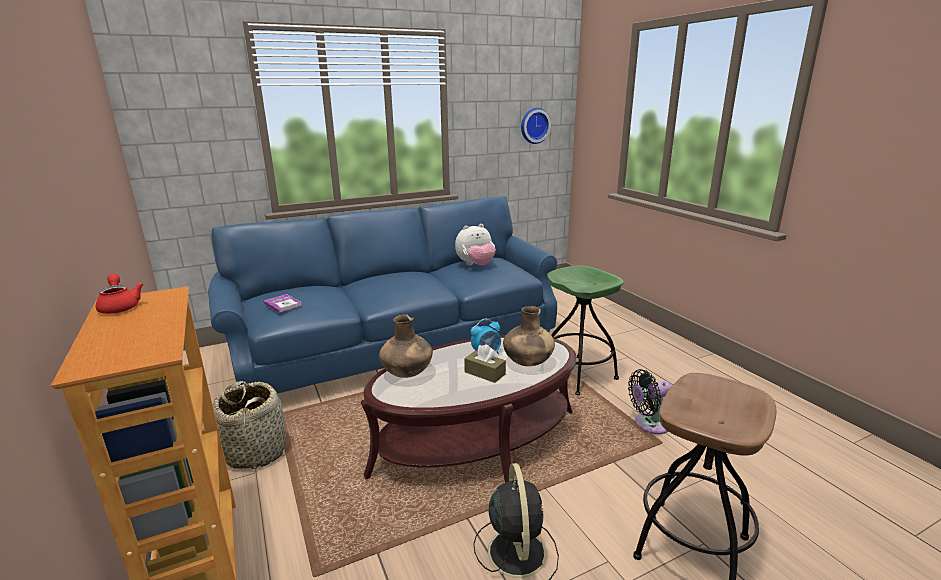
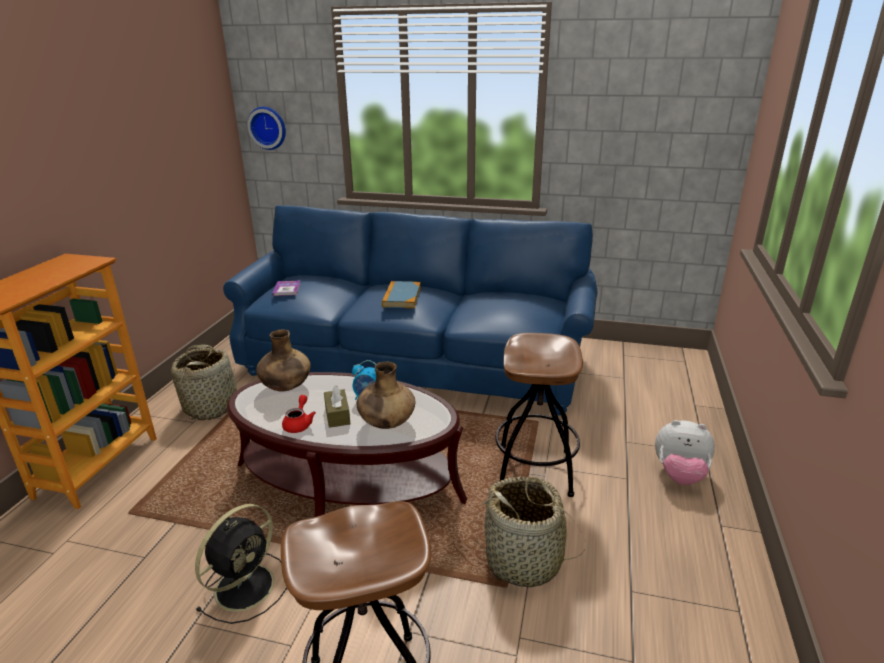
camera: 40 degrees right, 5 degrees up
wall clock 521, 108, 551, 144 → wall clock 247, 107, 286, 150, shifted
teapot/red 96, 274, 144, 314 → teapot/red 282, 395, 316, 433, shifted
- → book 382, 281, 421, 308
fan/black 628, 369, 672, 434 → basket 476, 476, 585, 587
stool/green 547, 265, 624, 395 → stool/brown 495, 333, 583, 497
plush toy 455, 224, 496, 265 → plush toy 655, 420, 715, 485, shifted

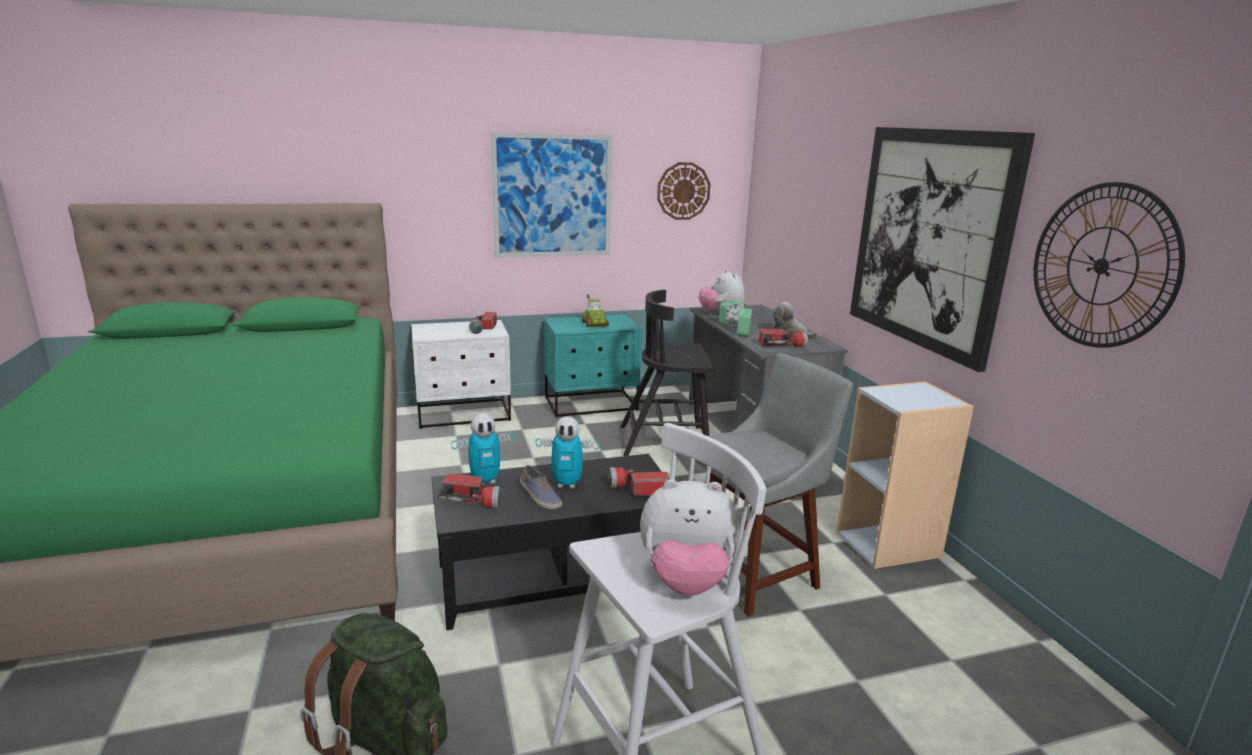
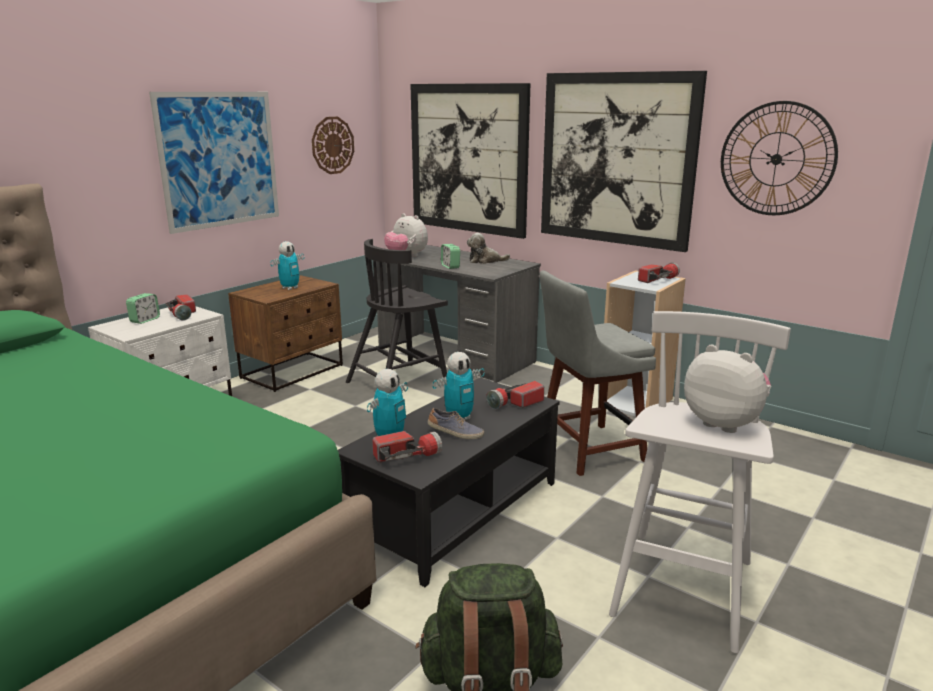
camera: 35 degrees left, 0 degrees up
alarm clock 719, 301, 746, 327 → alarm clock 126, 293, 160, 324, shifted
nightstand/turquoise 544, 314, 642, 418 → nightstand/brown 228, 275, 343, 392
toy car 582, 294, 609, 327 → toy robot 271, 241, 304, 290
- → picture 410, 83, 531, 239
chair/grey 695, 353, 853, 617 → chair/grey 539, 270, 656, 476, 135 degrees counterclockwise
flashlight 759, 329, 808, 347 → flashlight 638, 263, 680, 283, shifted
plush toy 640, 479, 739, 596 → plush toy 684, 344, 771, 433, 105 degrees counterclockwise

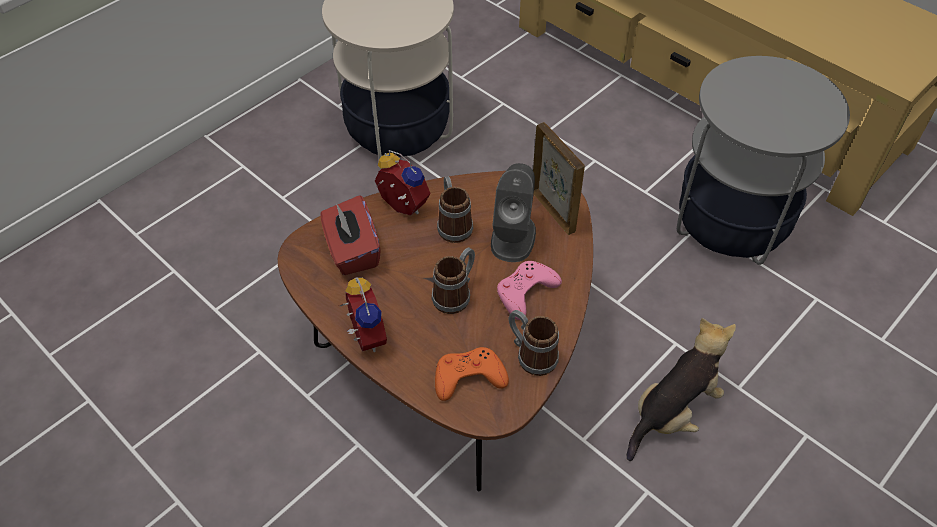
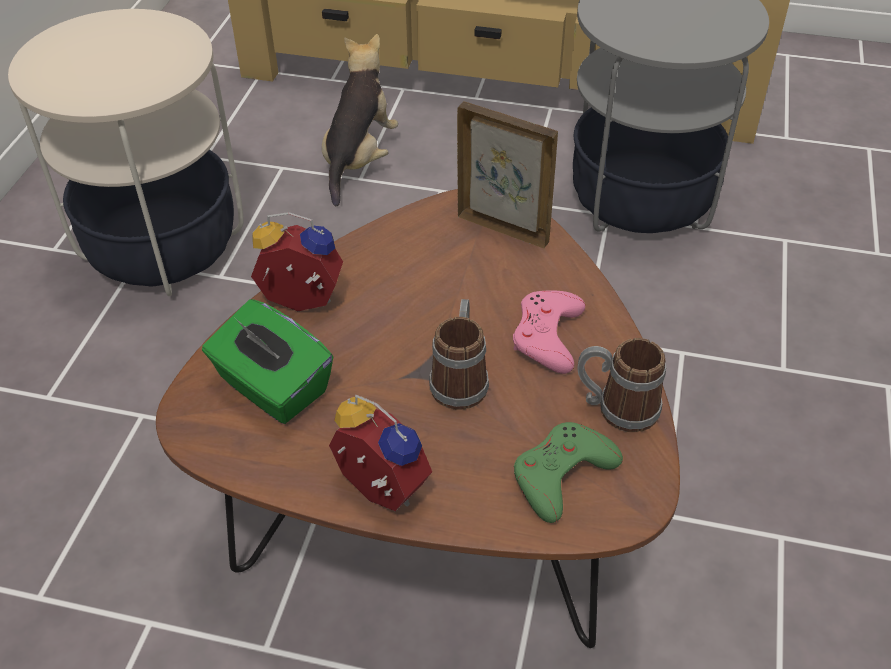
camera: 30 degrees left, 5 degrees down
tissue box/red 320, 195, 381, 275 → tissue box/green 202, 299, 333, 424
plush toy 627, 318, 736, 461 → plush toy 322, 34, 398, 206, shifted
game controller/orange 435, 347, 509, 401 → game controller/green 514, 422, 623, 523
mug 437, 176, 473, 243 → -
speaker/grey 491, 163, 536, 262 → -

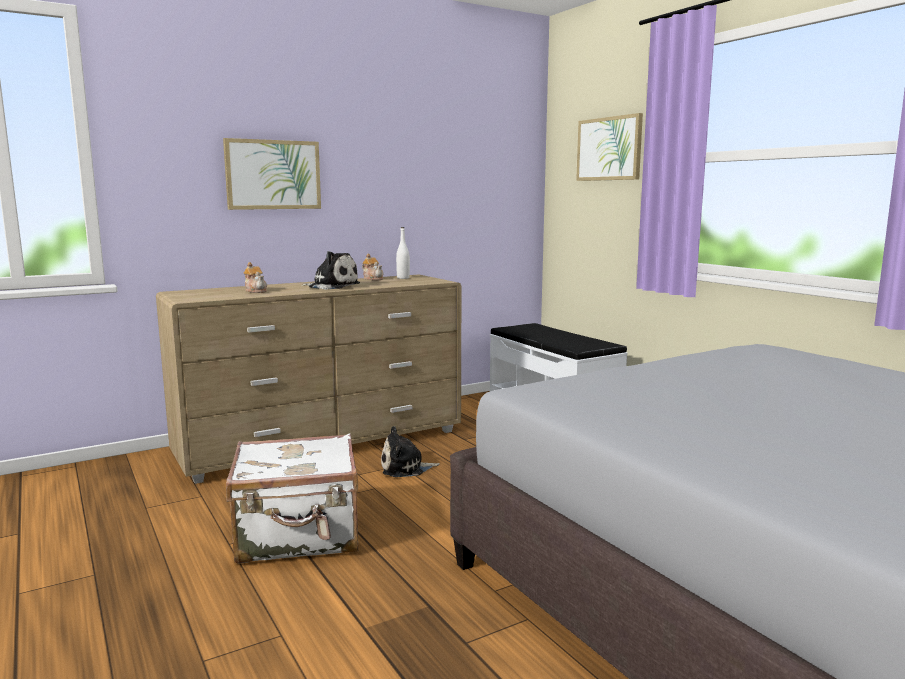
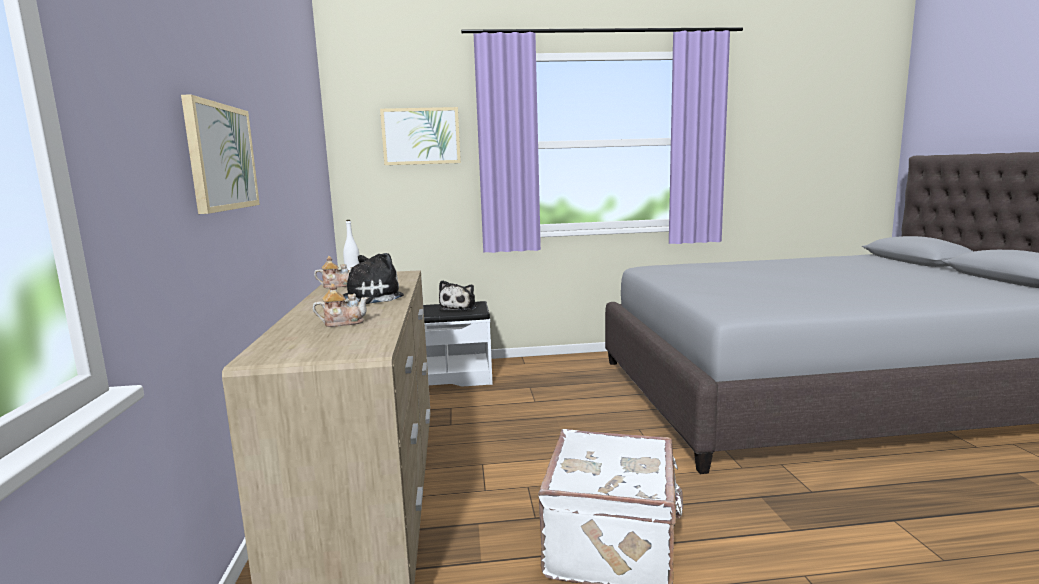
camera: 65 degrees left, 0 degrees up
plush toy 381, 426, 440, 477 → plush toy 439, 280, 477, 311, shifted

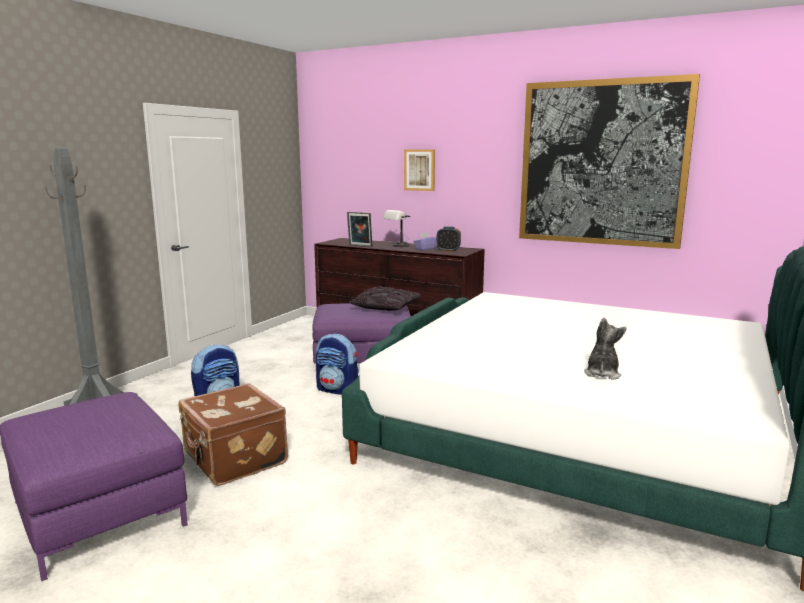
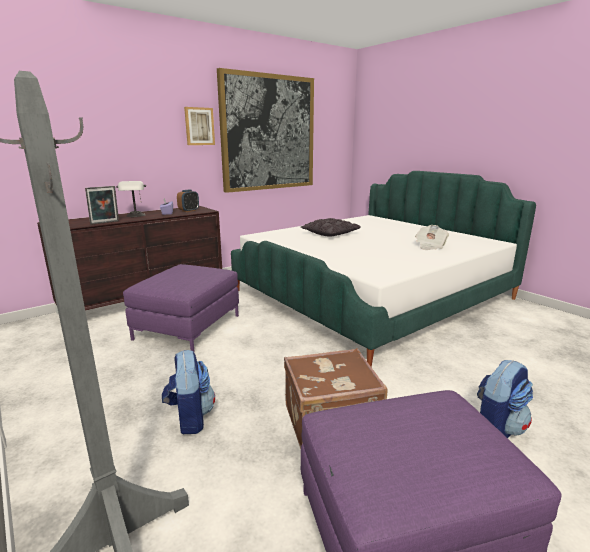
camera: 65 degrees left, 5 degrees up
picture 404, 149, 435, 191 → picture 184, 107, 215, 145, shifted
pillow/black 349, 286, 421, 311 → pillow/black 301, 218, 361, 237, shifted
plush toy 584, 317, 627, 380 → newspaper 415, 225, 449, 250
backpack 316, 334, 359, 395 → backpack 477, 360, 533, 438, shifted

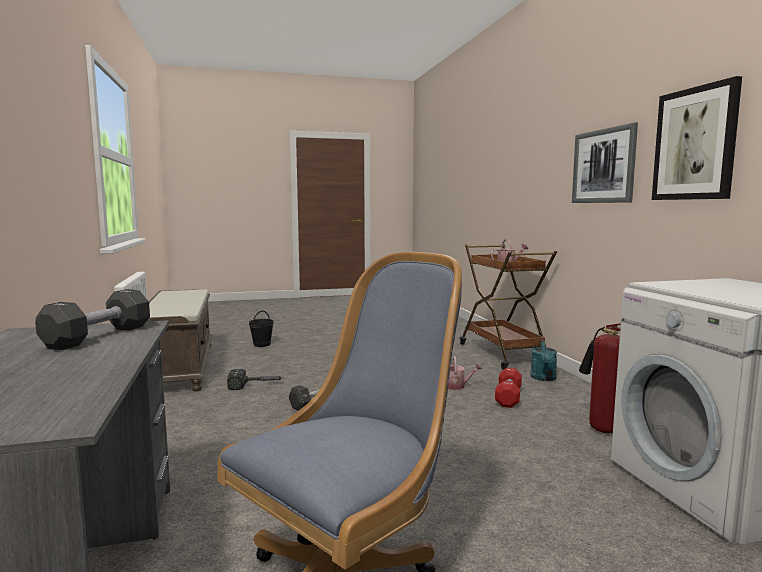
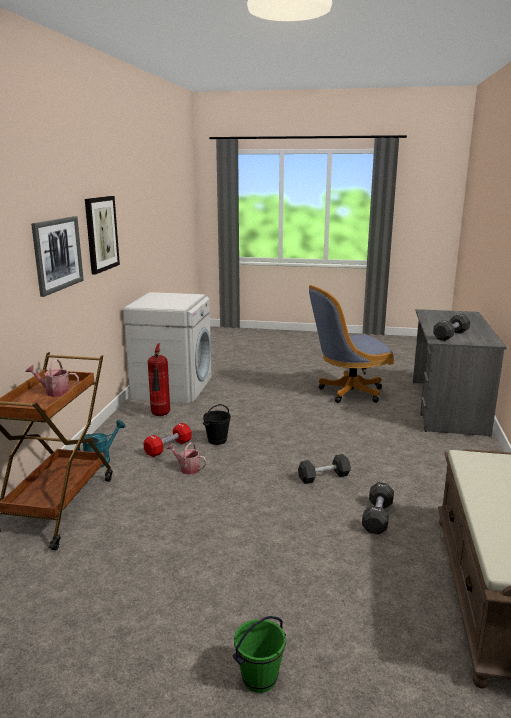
camera: 155 degrees left, 10 degrees up
bucket/black 249, 311, 274, 347 → bucket/black 203, 404, 231, 445, shifted
- → bucket/green 233, 616, 286, 693
hammer 227, 369, 284, 390 → dumbbell/black 362, 482, 394, 534

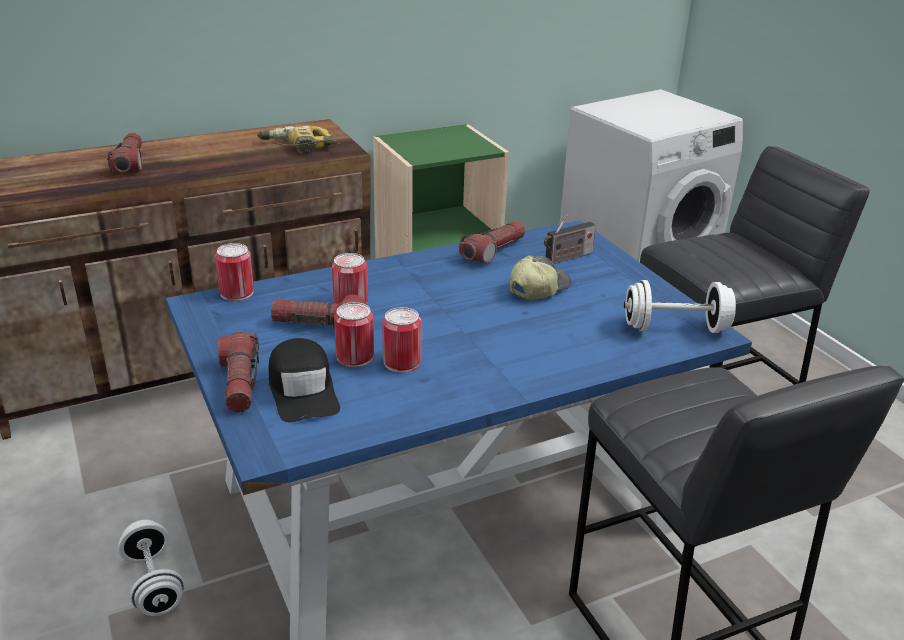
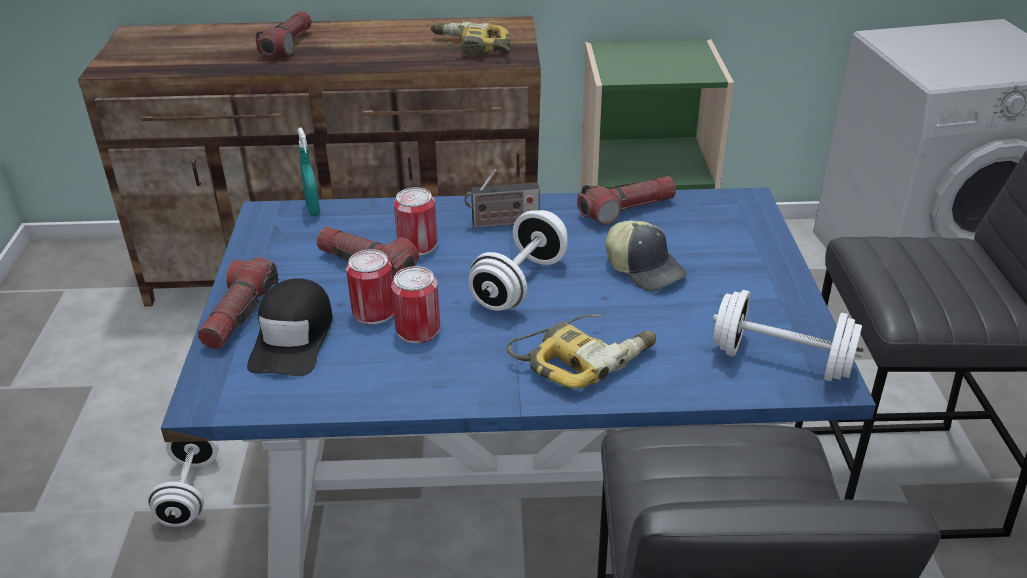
camera: 25 degrees right, 5 degrees up
can 215, 243, 254, 301 → spray bottle/turquoise 298, 127, 320, 216
radio 544, 214, 596, 264 → radio 464, 169, 540, 228, shifted
- → dumbbell/white 468, 210, 568, 311
- → power drill 507, 315, 656, 389
cap 510, 255, 571, 300 → cap 605, 221, 687, 292, 75 degrees clockwise

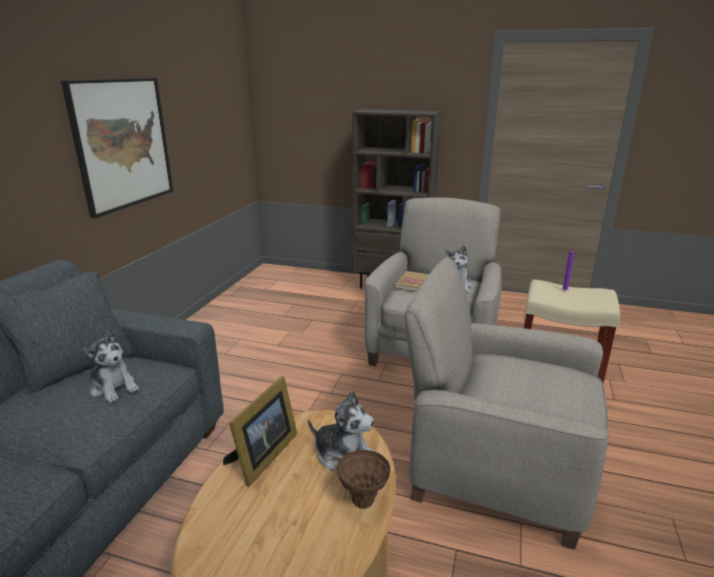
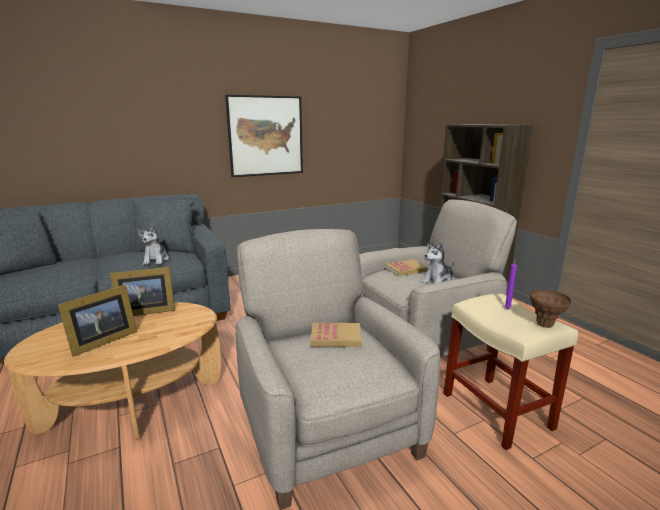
camera: 45 degrees right, 5 degrees down
- → picture frame 58, 285, 137, 357
- → book 310, 323, 362, 347
vase/brown 337, 450, 390, 509 → vase/brown 530, 290, 571, 328, shifted
plush toy 308, 391, 374, 471 → -

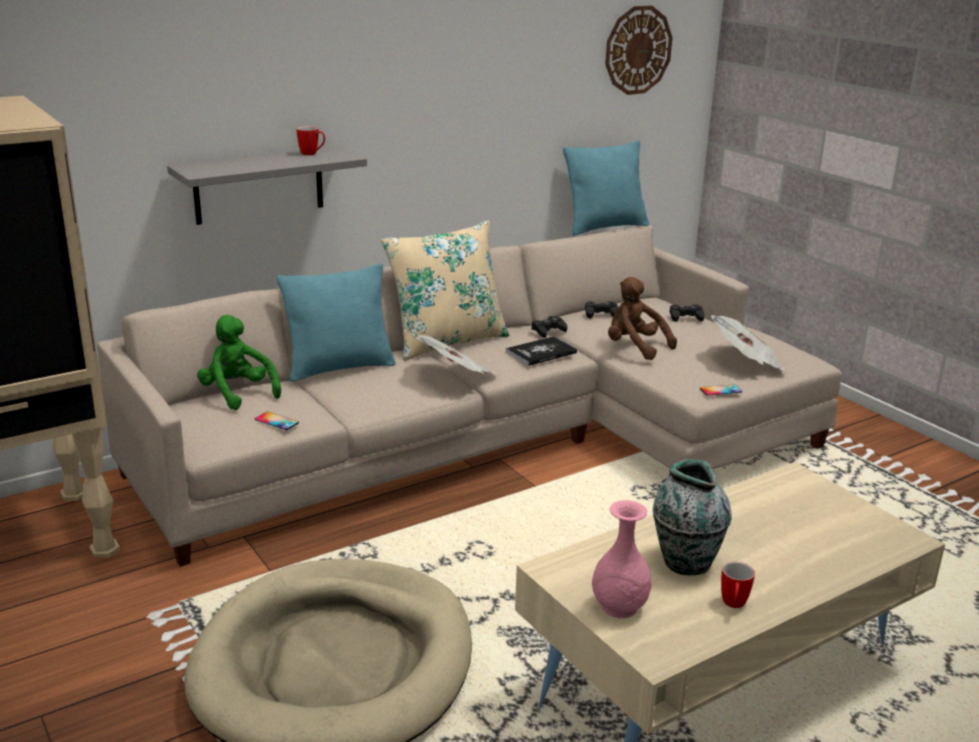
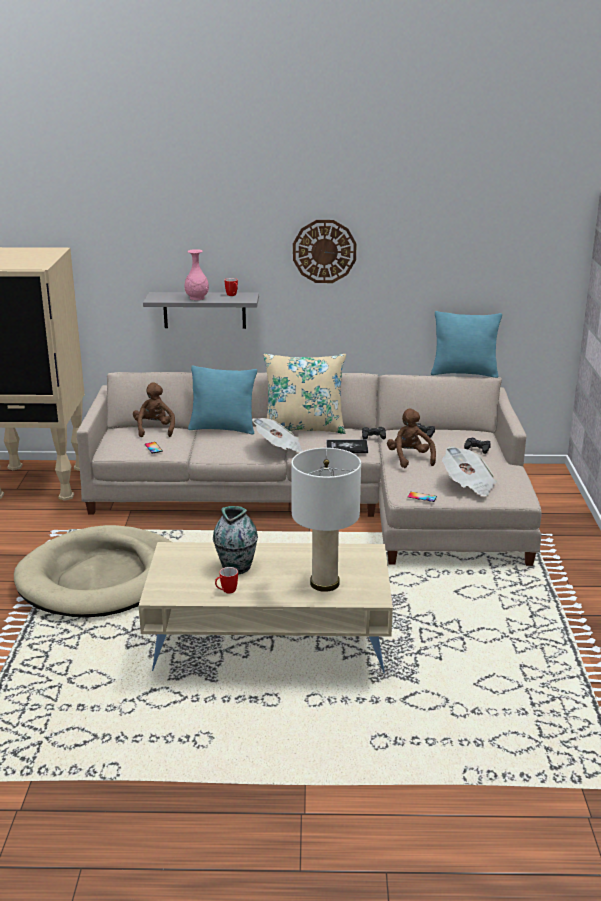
camera: 35 degrees right, 0 degrees up
plush toy/green 197, 315, 281, 410 → plush toy/brown 133, 383, 175, 437
vase/pink 592, 500, 651, 618 → vase/pink 184, 249, 209, 300, shifted
- → table lamp/white 291, 448, 361, 592
wall clock 605, 6, 673, 95 → wall clock 293, 220, 357, 283, shifted

